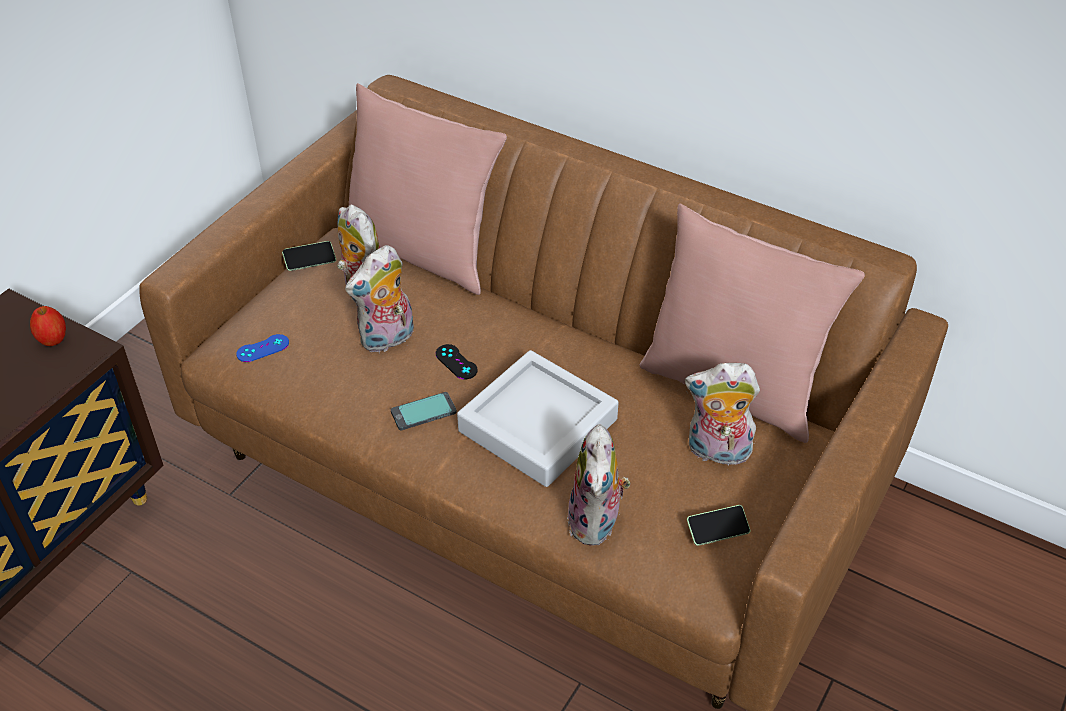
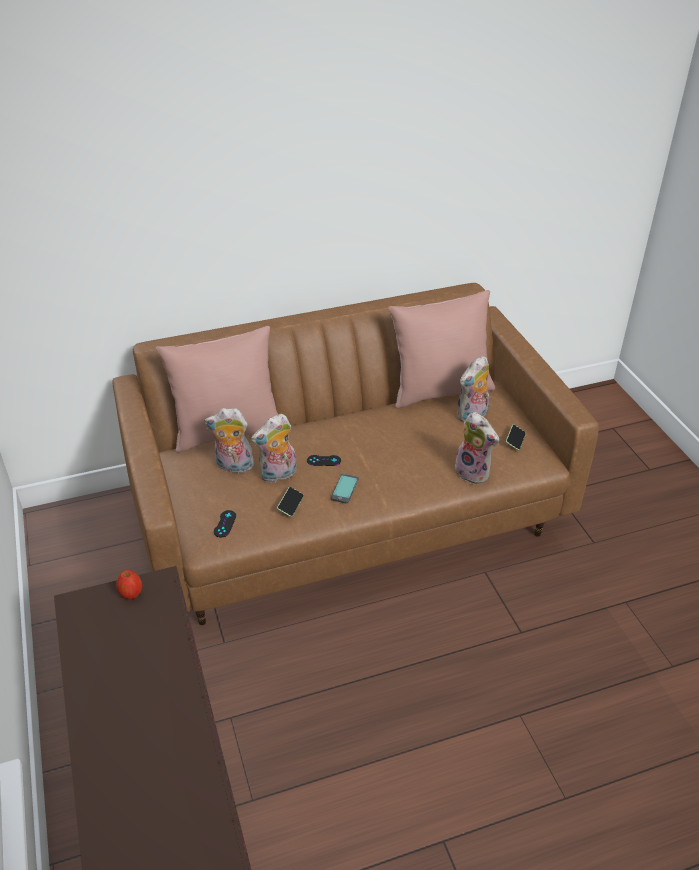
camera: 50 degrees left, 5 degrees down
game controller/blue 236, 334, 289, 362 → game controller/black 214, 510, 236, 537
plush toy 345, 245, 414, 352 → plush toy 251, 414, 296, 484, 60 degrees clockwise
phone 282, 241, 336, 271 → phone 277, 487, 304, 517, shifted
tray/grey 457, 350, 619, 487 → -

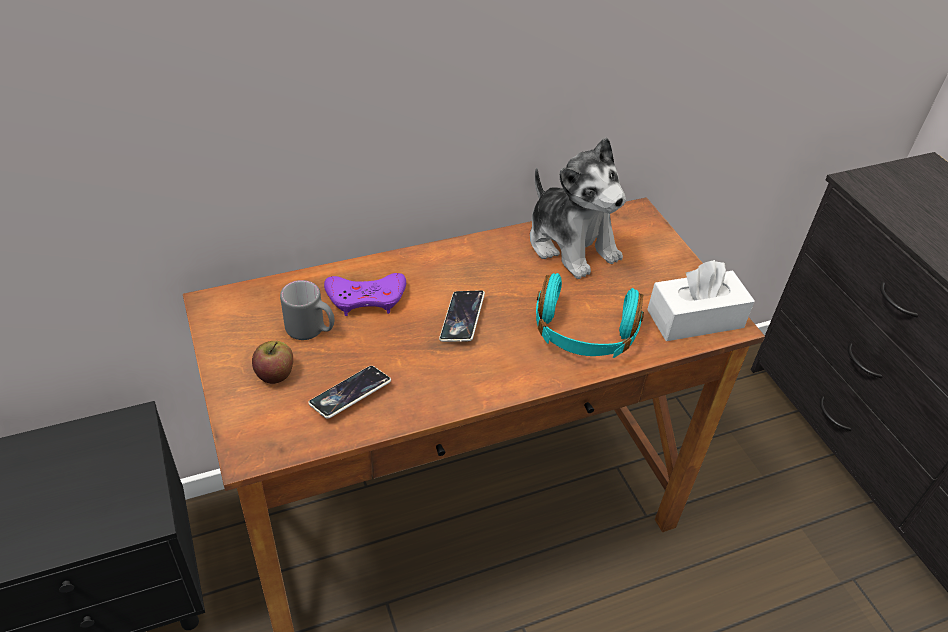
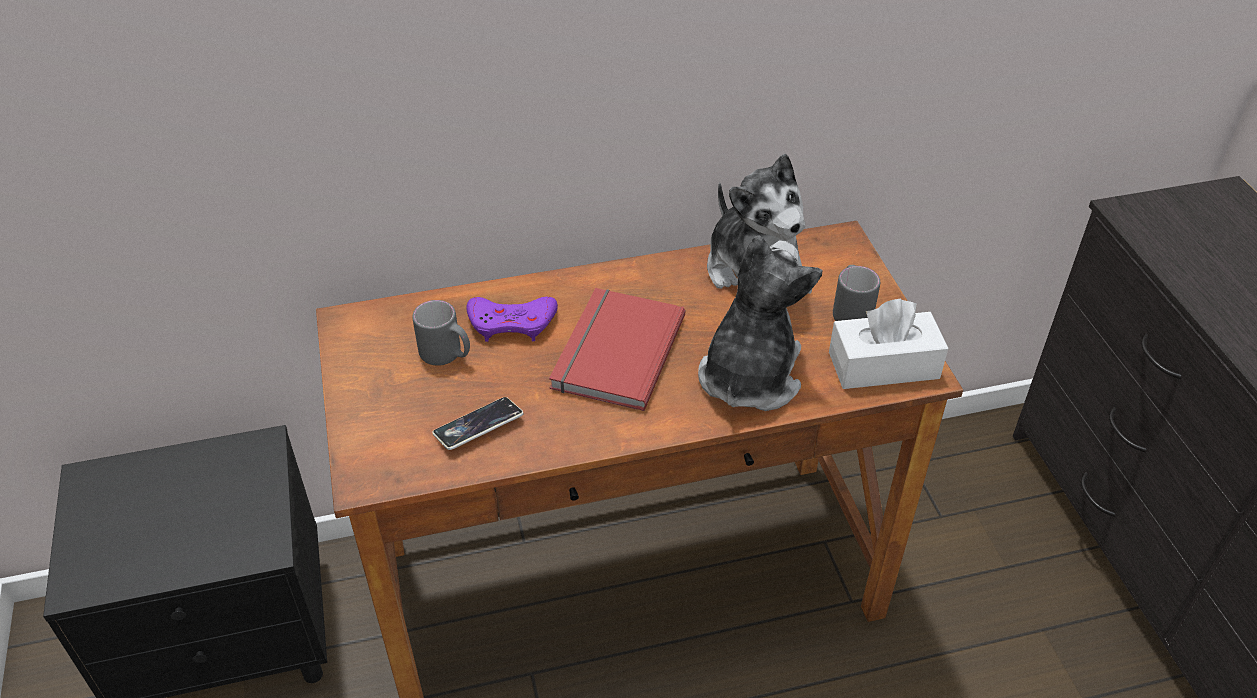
camera: 10 degrees right, 0 degrees up
phone 439, 290, 485, 342 → book/red 549, 288, 685, 411
headphones/turquoise 536, 273, 644, 358 → plush toy 698, 235, 823, 411
- → mug/grey 833, 265, 880, 321
apple 252, 341, 293, 384 → -

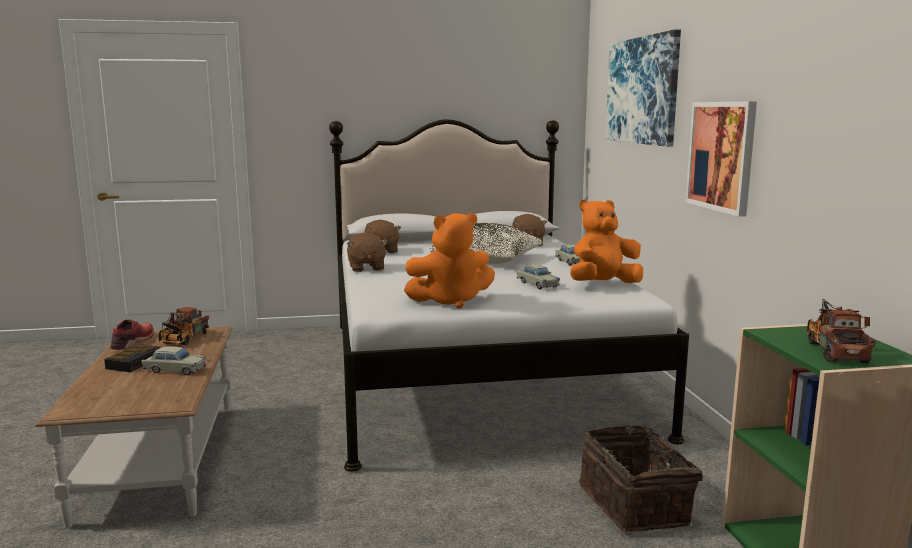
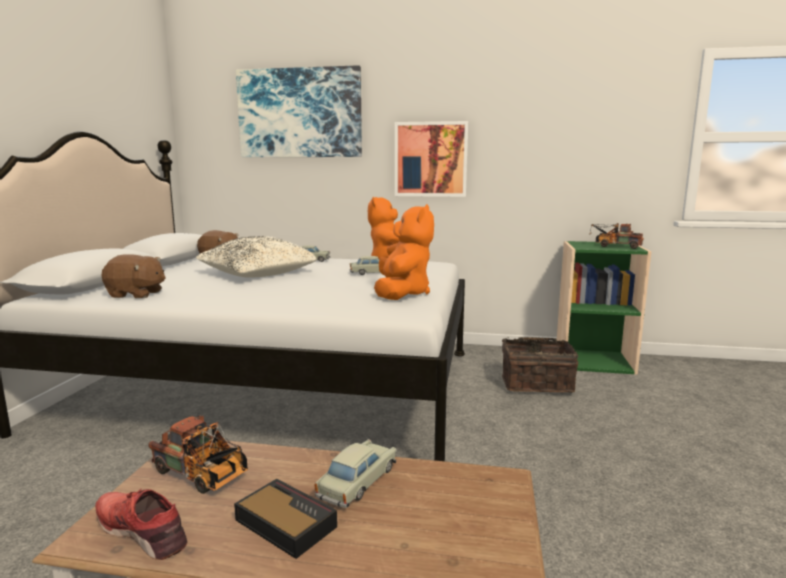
camera: 70 degrees left, 0 degrees up
plush toy/brown 347, 232, 388, 272 → -

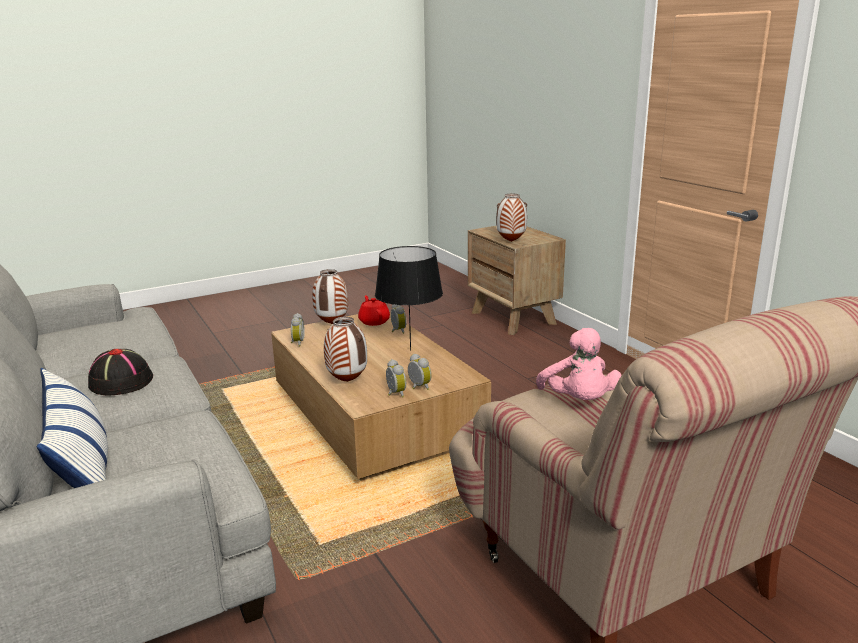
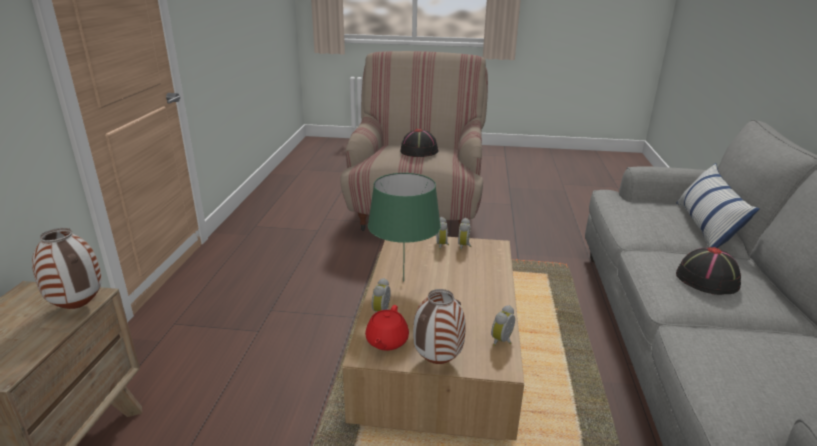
camera: 145 degrees left, 5 degrees up
table lamp/black 375, 246, 443, 351 → table lamp/green 368, 173, 441, 282
plush toy/pink 536, 328, 621, 400 → hat/black 400, 129, 438, 157
vase 324, 317, 367, 382 → -

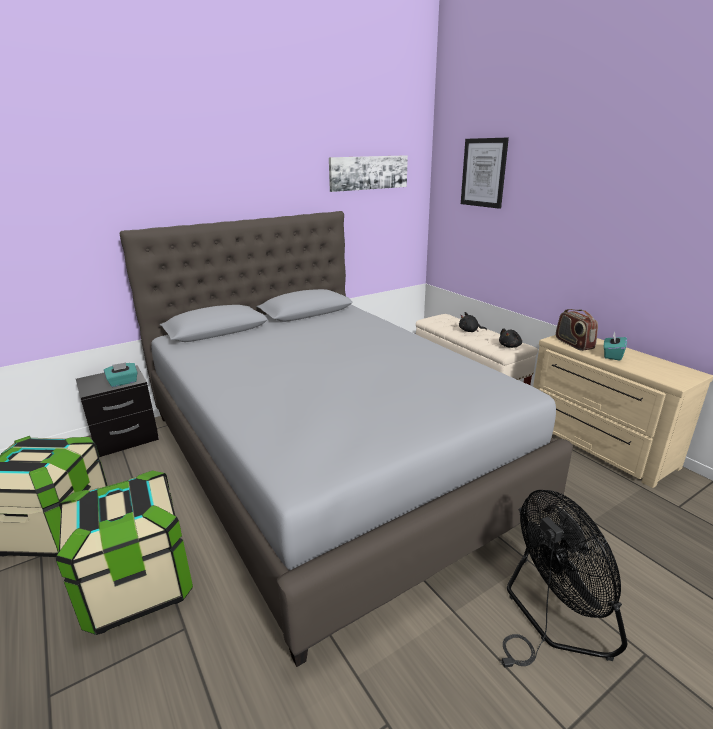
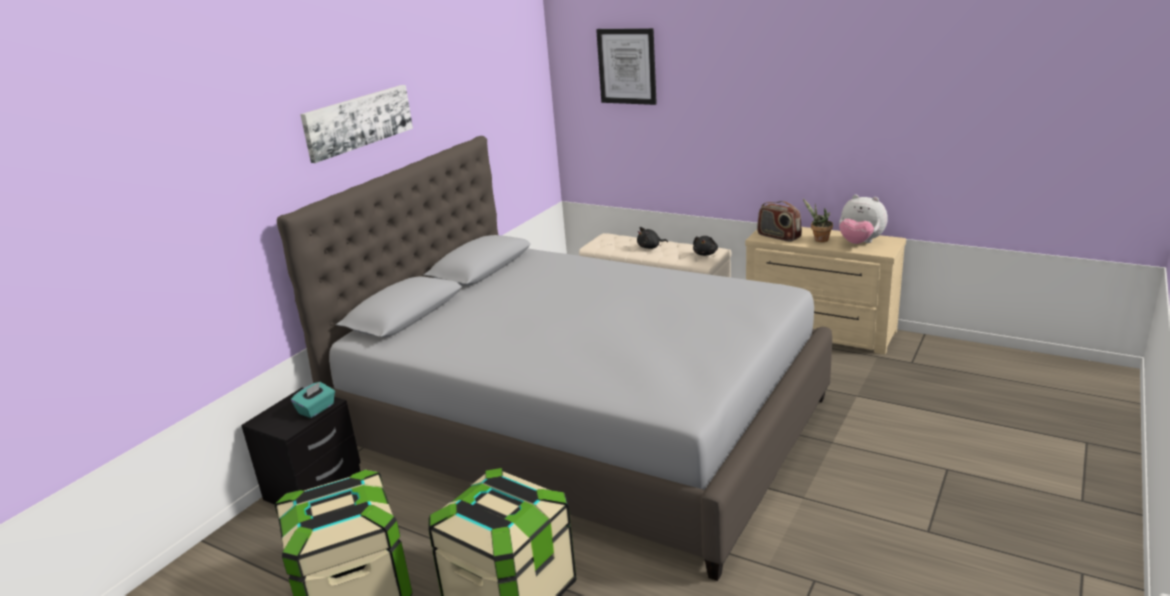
camera: 25 degrees left, 0 degrees up
picture 329, 155, 408, 192 → picture 300, 85, 413, 163, shifted
tissue box/turquoise 604, 331, 627, 361 → potted plant 803, 199, 833, 242
- → plush toy 839, 195, 888, 244
fan/black 500, 490, 628, 668 → -

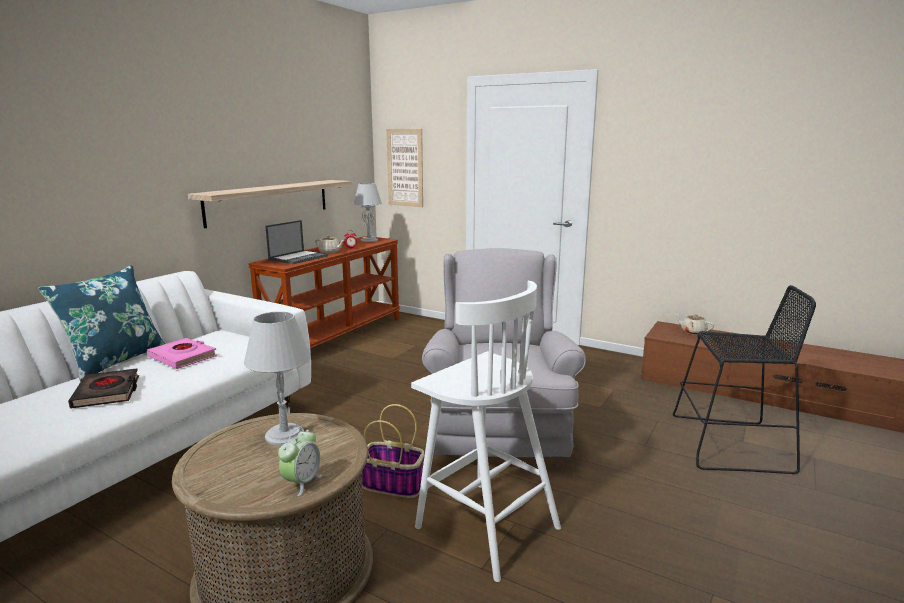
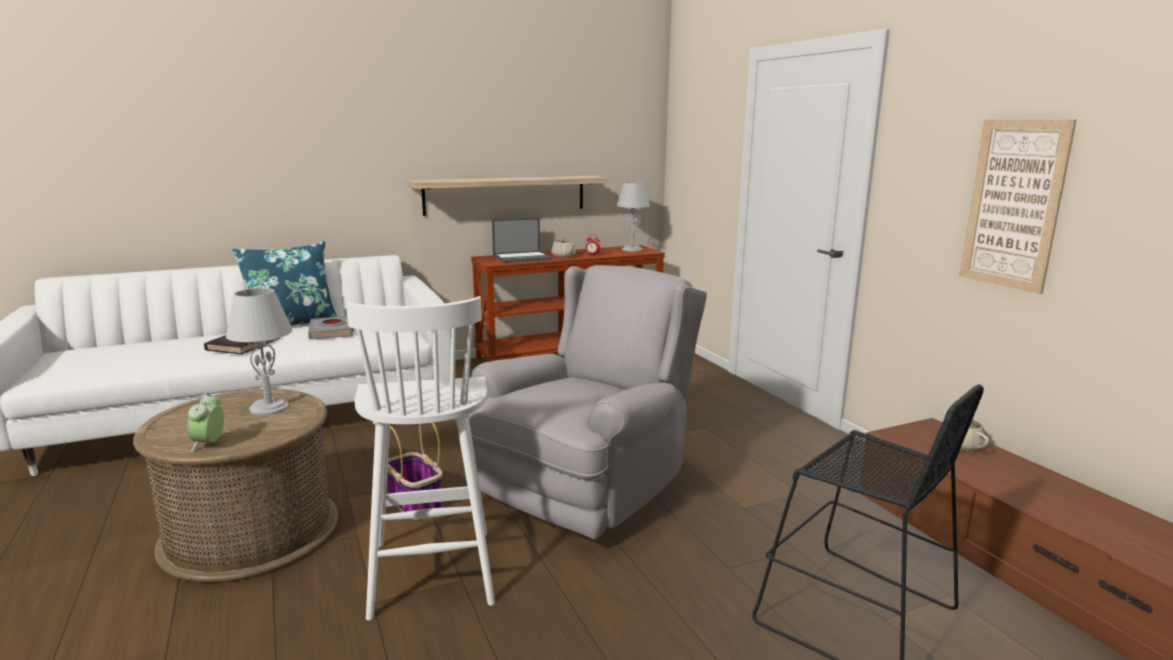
camera: 35 degrees right, 0 degrees up
alarm clock 278, 429, 322, 496 → alarm clock 187, 393, 224, 453, 120 degrees clockwise
book/pink 147, 338, 217, 369 → book/grey 308, 316, 354, 339
picture 386, 129, 423, 207 → picture 959, 119, 1077, 294, shifted

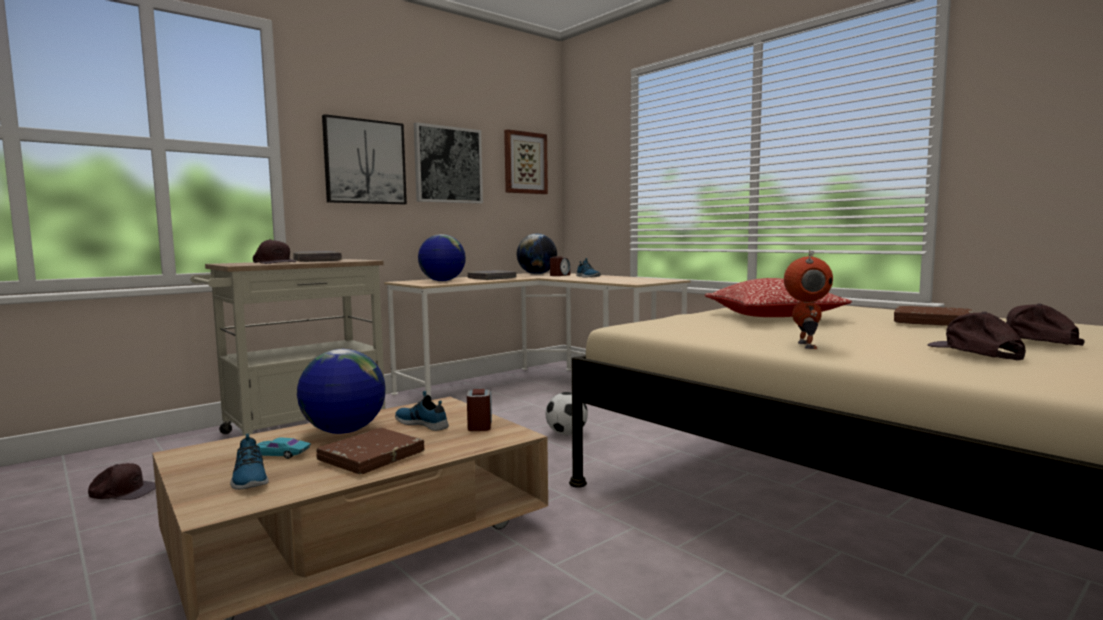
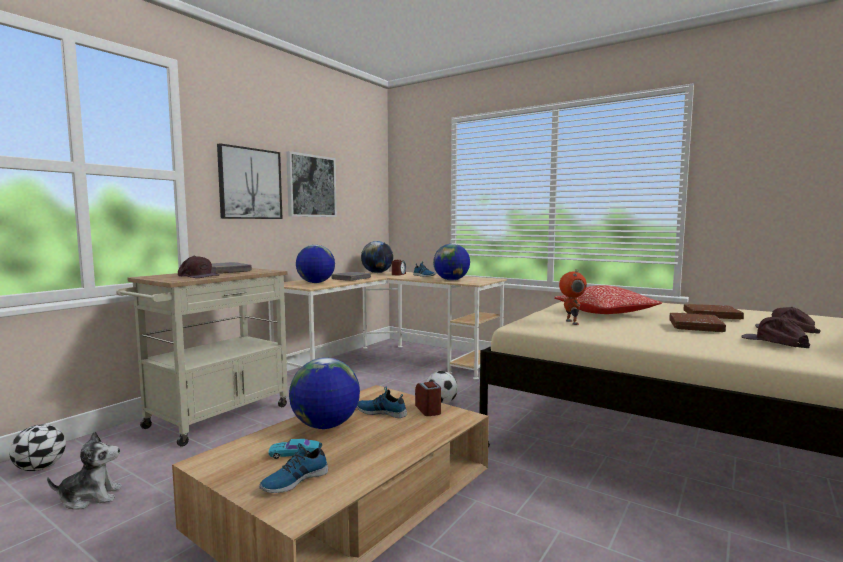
camera: 15 degrees left, 0 degrees up
- → football 9, 424, 66, 471
cap/brown 88, 463, 156, 500 → plush toy 47, 431, 122, 509
shoe 230, 434, 269, 490 → shoe 259, 443, 328, 493, 90 degrees clockwise
- → globe 433, 244, 470, 281
toy robot 784, 250, 833, 349 → toy robot 559, 269, 587, 325, shifted
book/brown 316, 428, 424, 474 → book/brown 669, 313, 726, 332, shifted
picture 504, 129, 548, 194 → -

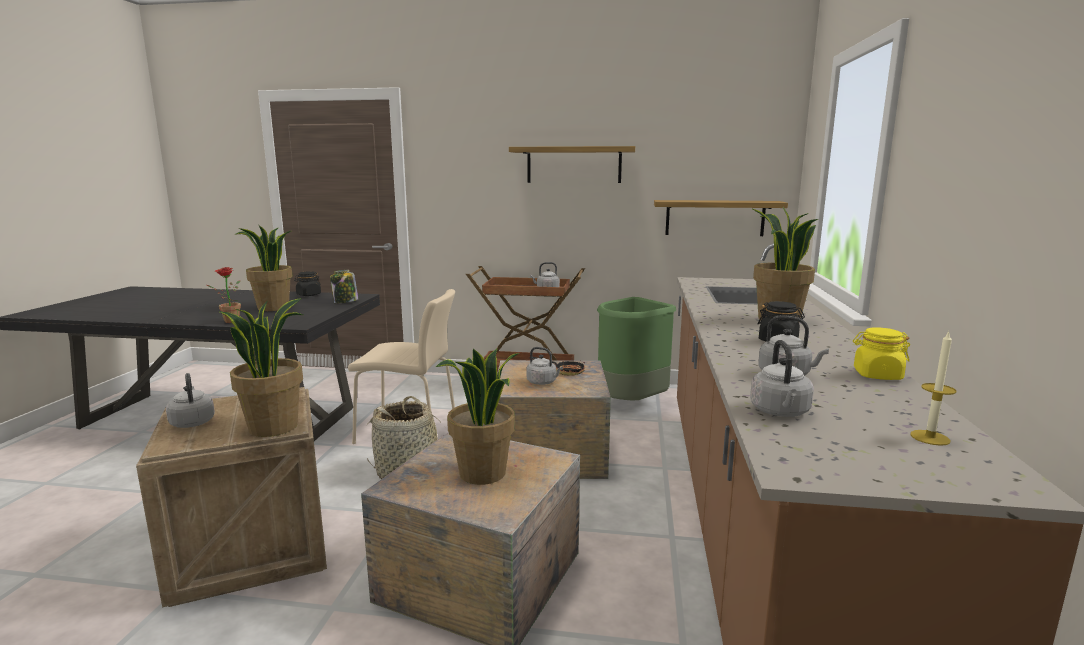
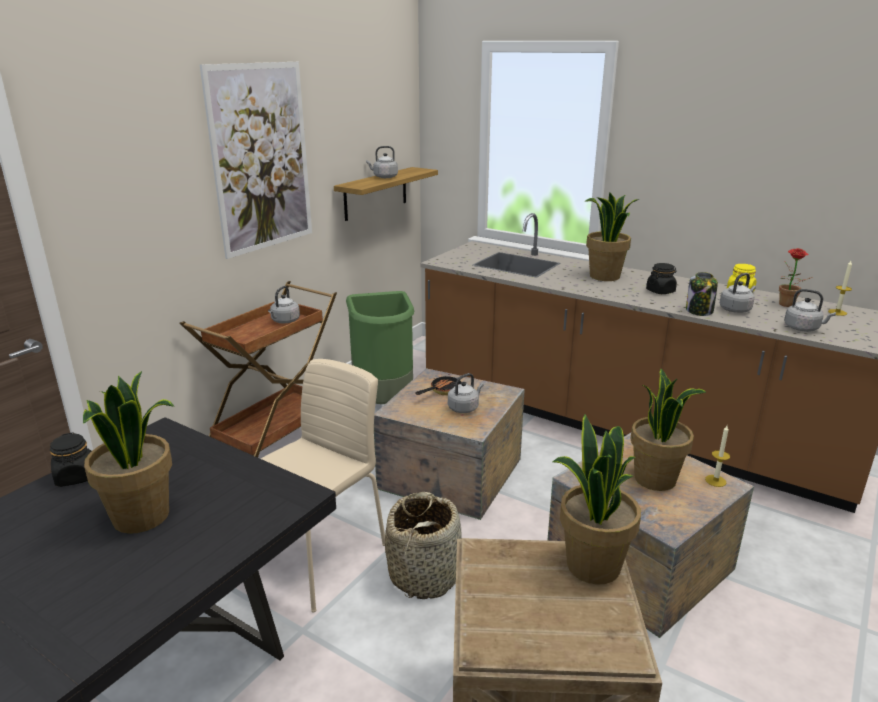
camera: 65 degrees left, 10 degrees up
shelf 509, 146, 635, 183 → picture 200, 62, 312, 259
kettle/grey 166, 373, 215, 428 → kettle/grey 366, 146, 398, 178, shifted
jar 330, 270, 358, 303 → jar 686, 272, 718, 316, shifted
- → candle 705, 426, 730, 487
potted plant 207, 267, 241, 323 → potted plant 779, 248, 813, 307, shifted

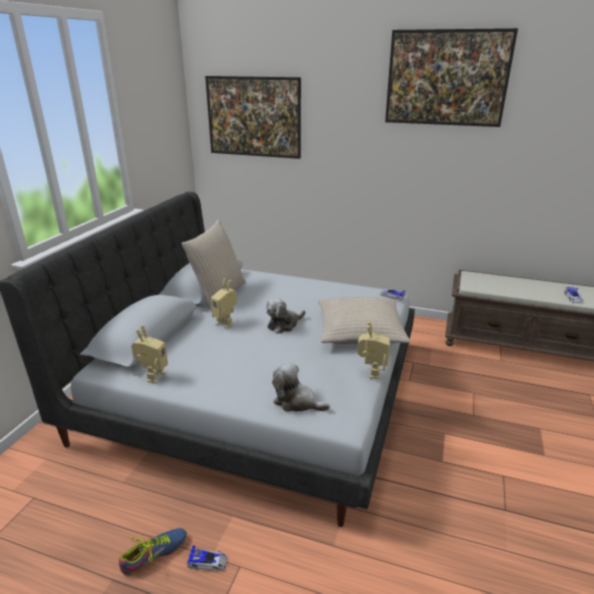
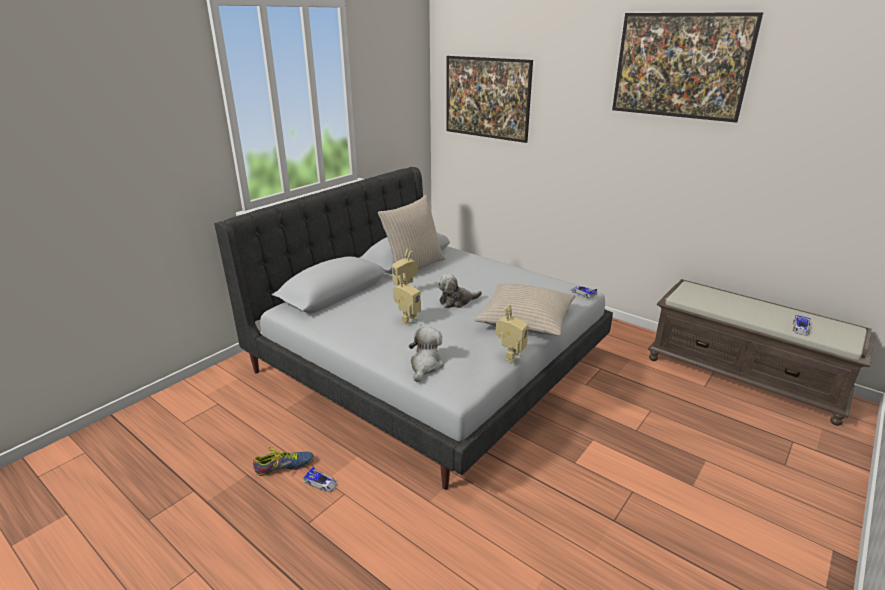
camera: 20 degrees right, 0 degrees up
toy robot 131, 325, 168, 384 → toy robot 393, 273, 421, 326, shifted
plush toy 272, 362, 330, 412 → plush toy 409, 327, 444, 382, 60 degrees clockwise

